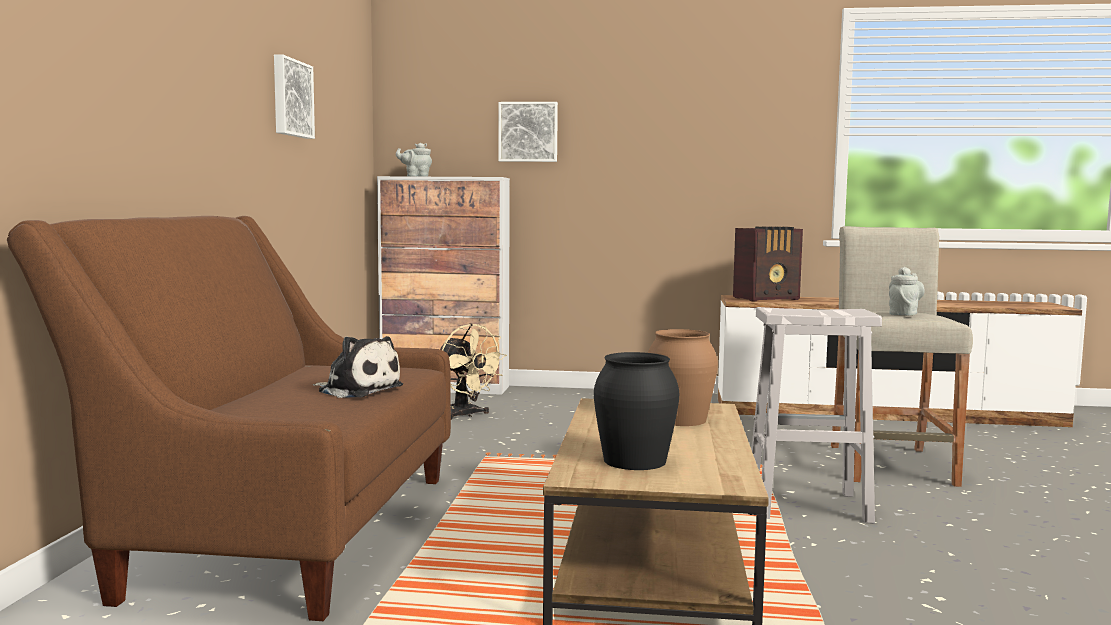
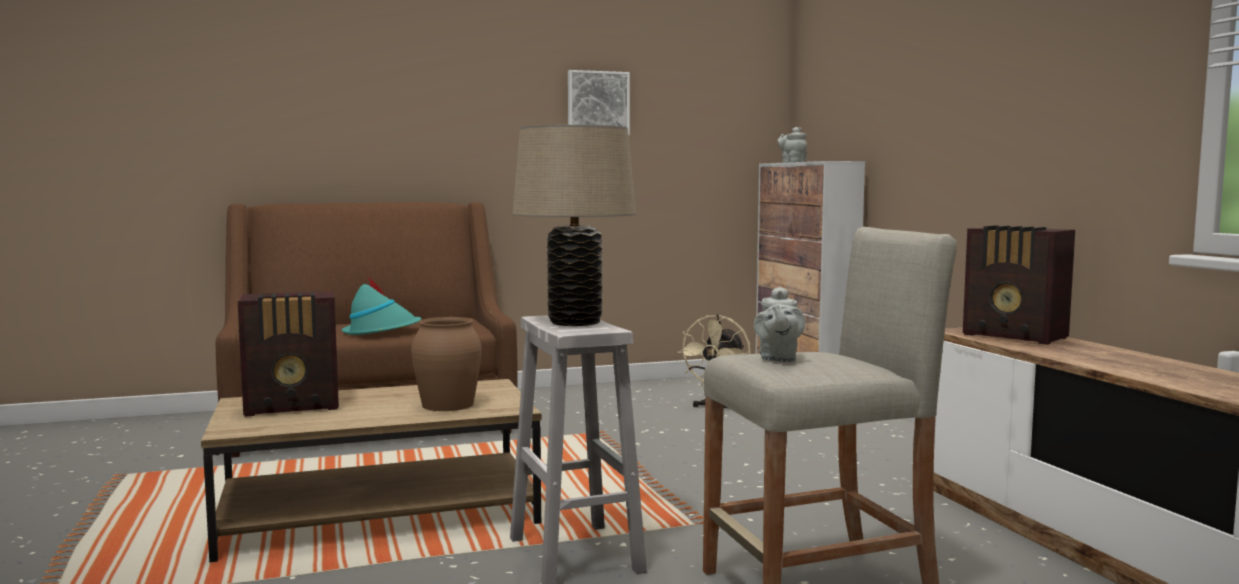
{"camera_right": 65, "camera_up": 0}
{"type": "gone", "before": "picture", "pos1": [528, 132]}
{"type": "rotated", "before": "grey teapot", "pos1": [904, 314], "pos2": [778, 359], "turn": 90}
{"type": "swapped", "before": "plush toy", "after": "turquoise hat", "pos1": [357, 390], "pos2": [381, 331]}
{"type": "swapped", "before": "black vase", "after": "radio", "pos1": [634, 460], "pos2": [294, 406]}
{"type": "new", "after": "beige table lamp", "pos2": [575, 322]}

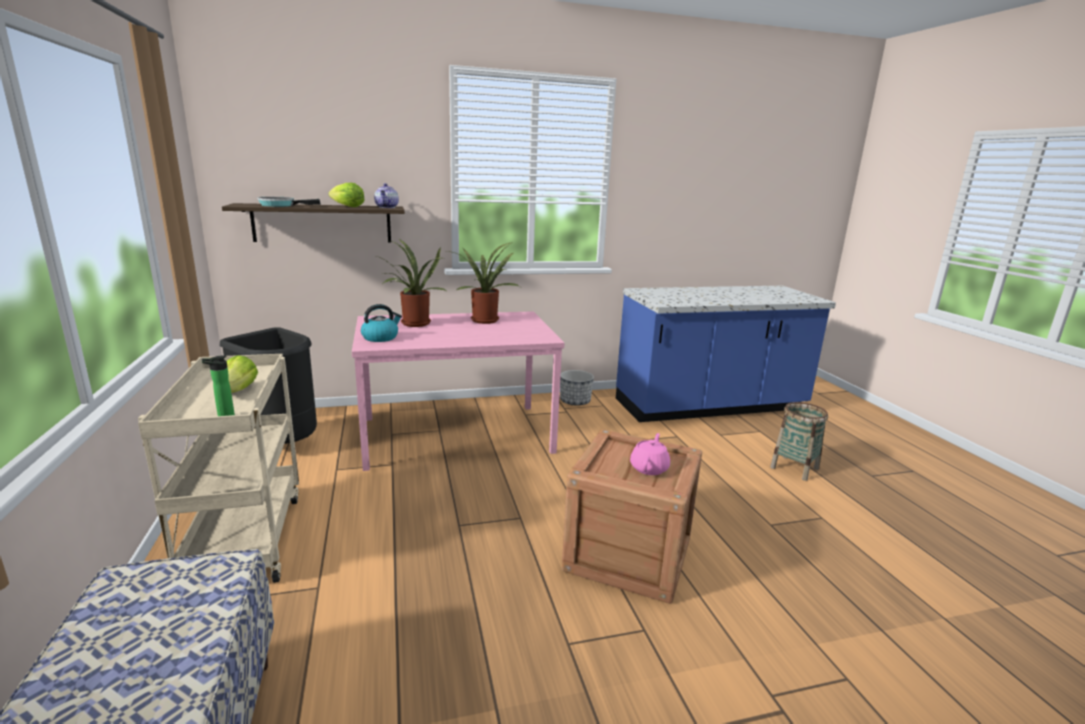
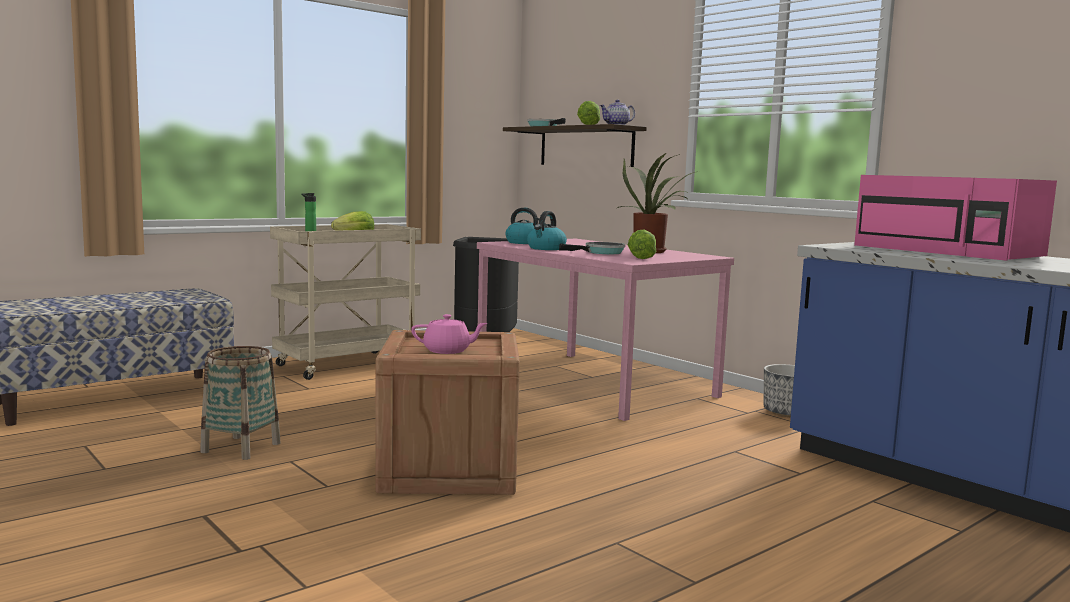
{"camera_right": 65, "camera_up": -10}
{"type": "gone", "before": "potted plant", "pos1": [413, 324]}
{"type": "shifted", "before": "basket", "pos1": [794, 468], "pos2": [241, 448]}
{"type": "new", "after": "pink microwave", "pos2": [949, 251]}
{"type": "new", "after": "kettle", "pos2": [546, 248]}
{"type": "new", "after": "lettuce", "pos2": [641, 258]}
{"type": "new", "after": "frying pan", "pos2": [601, 252]}

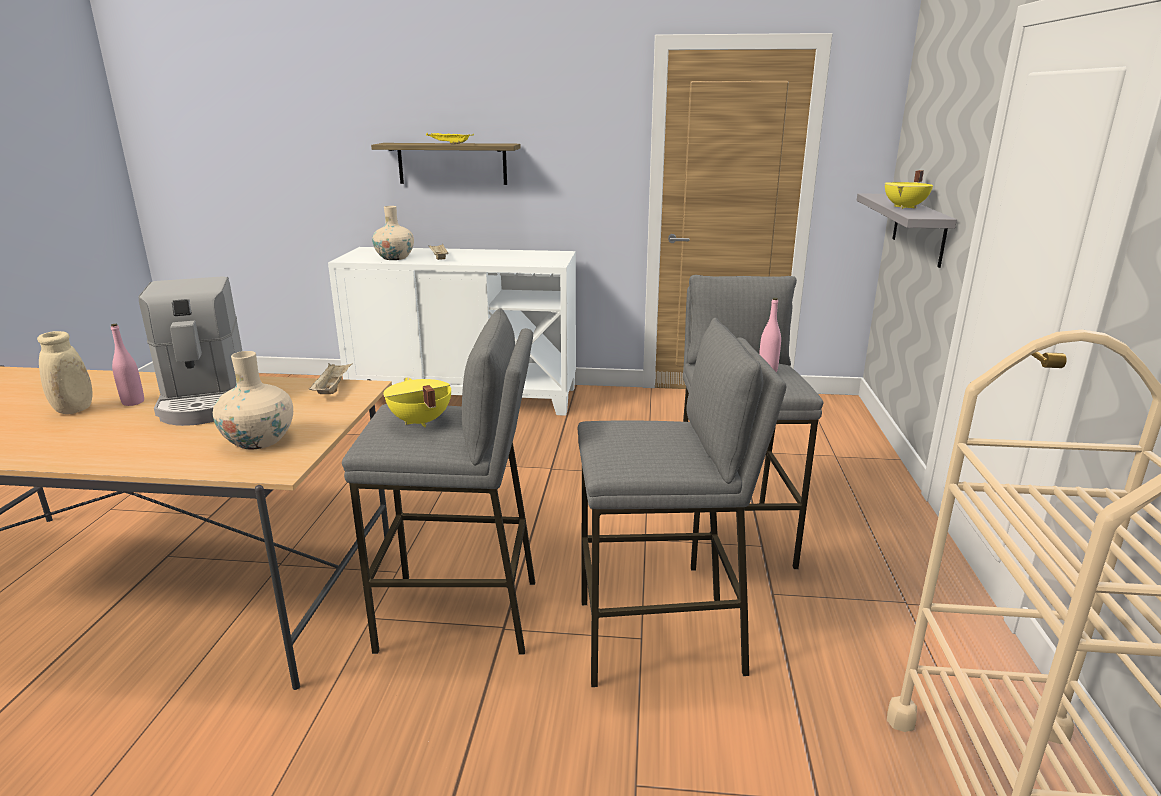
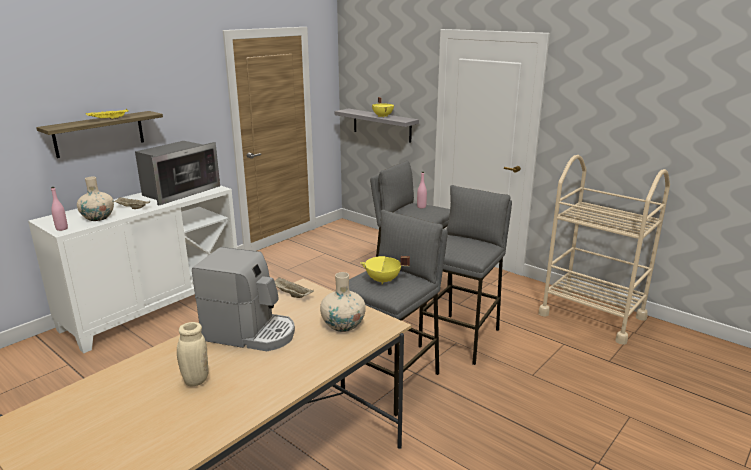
{"camera_right": -55, "camera_up": 0}
{"type": "shifted", "before": "pink bottle", "pos1": [133, 402], "pos2": [62, 229]}
{"type": "new", "after": "microwave", "pos2": [179, 191]}

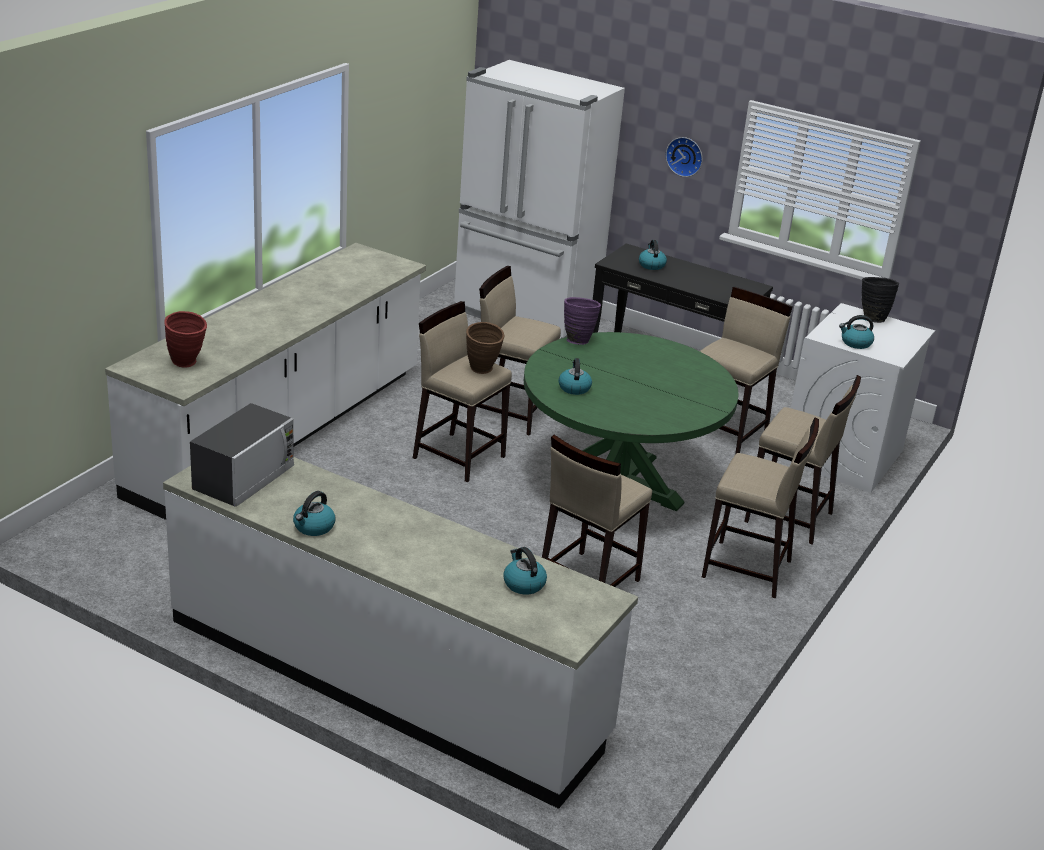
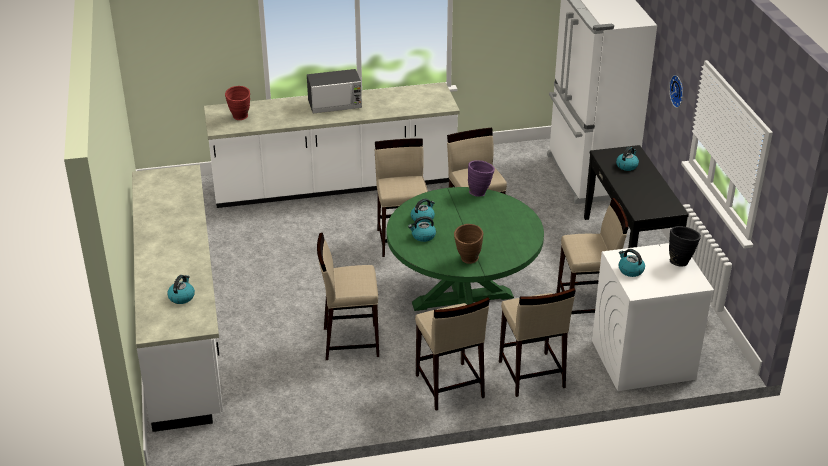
{"camera_right": 50, "camera_up": 5}
{"type": "shifted", "before": "brown vase", "pos1": [483, 371], "pos2": [468, 261]}
{"type": "shifted", "before": "microwave", "pos1": [244, 478], "pos2": [335, 104]}
{"type": "shifted", "before": "kettle", "pos1": [313, 527], "pos2": [423, 236]}

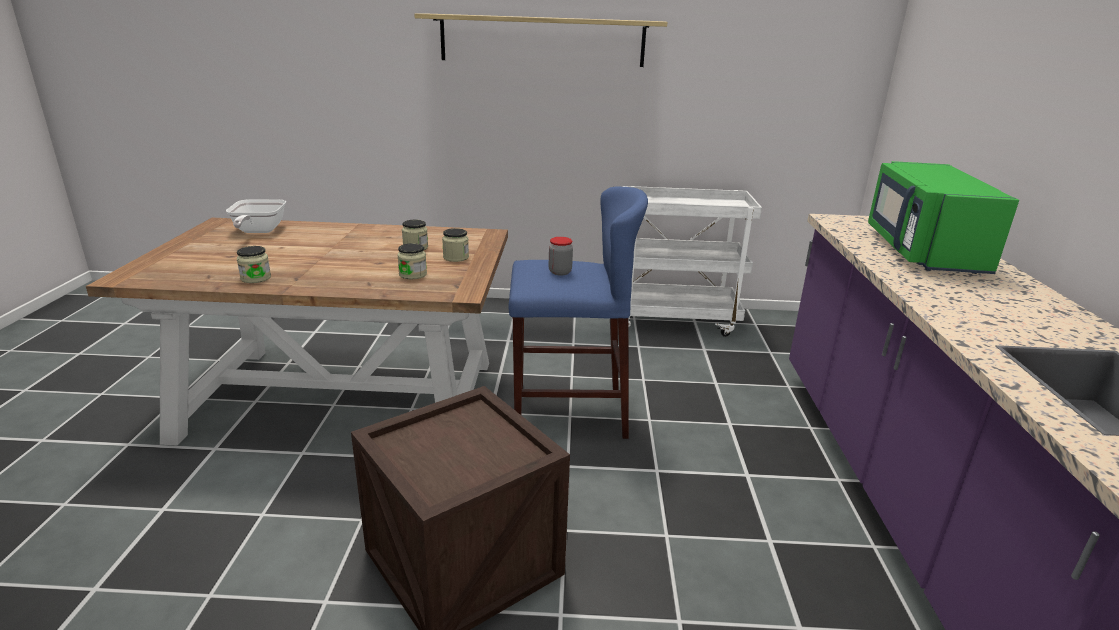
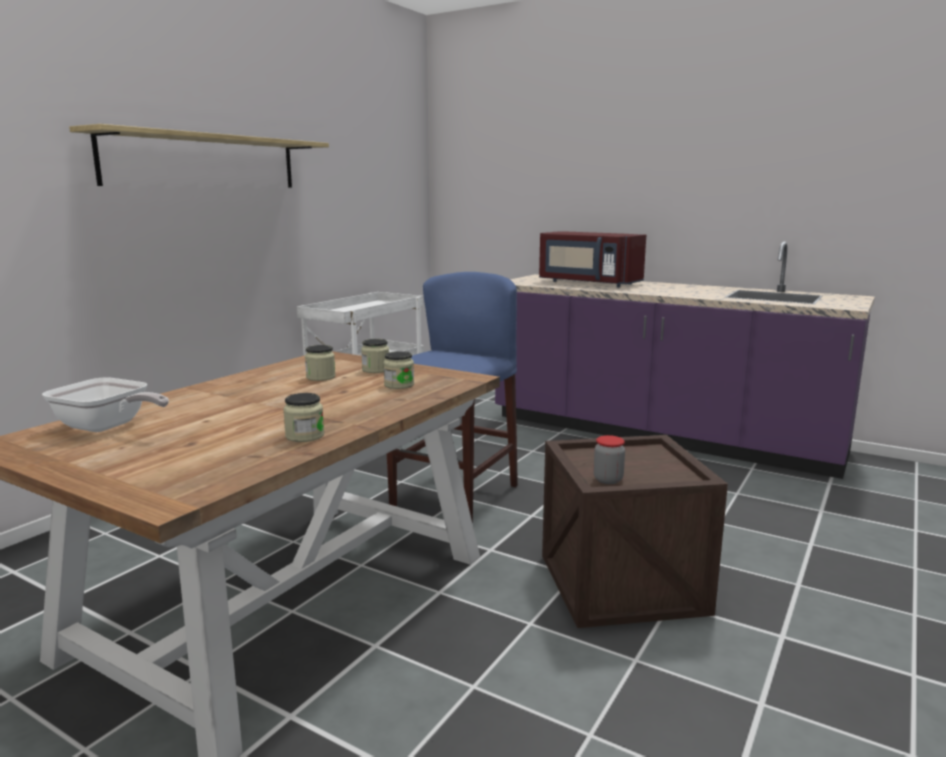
{"camera_right": -60, "camera_up": -10}
{"type": "repainted", "before": "green microwave", "after": "red microwave", "pos1": [921, 251], "pos2": [588, 283]}
{"type": "shifted", "before": "jar", "pos1": [560, 272], "pos2": [608, 480]}

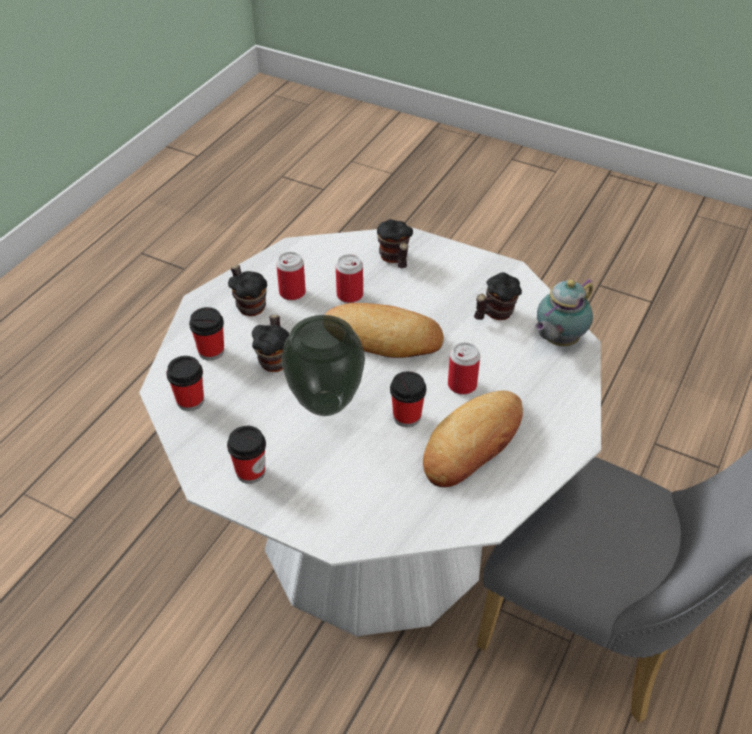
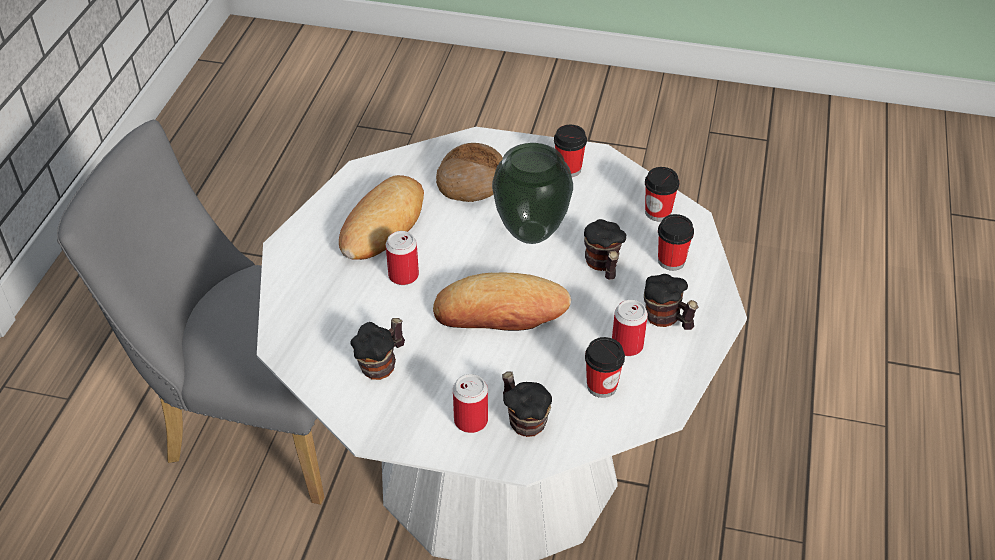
{"camera_right": 165, "camera_up": 0}
{"type": "shifted", "before": "can", "pos1": [350, 295], "pos2": [471, 420]}
{"type": "gone", "before": "teapot", "pos1": [557, 340]}
{"type": "shifted", "before": "cup", "pos1": [407, 417], "pos2": [601, 386]}
{"type": "new", "after": "bread", "pos2": [471, 181]}

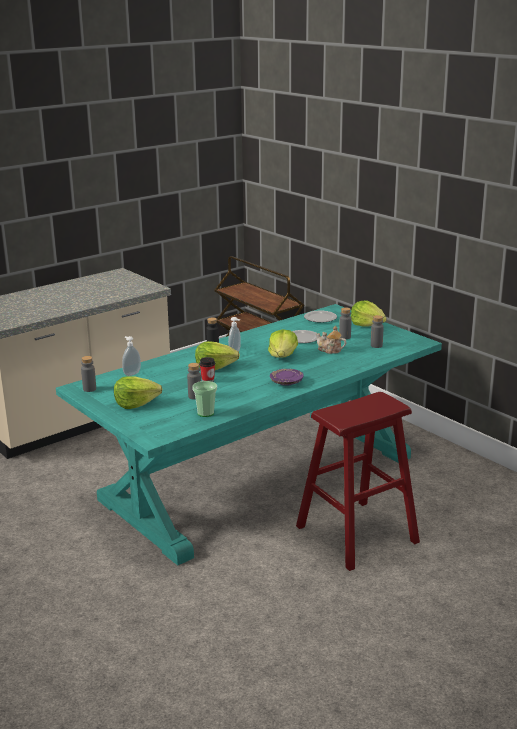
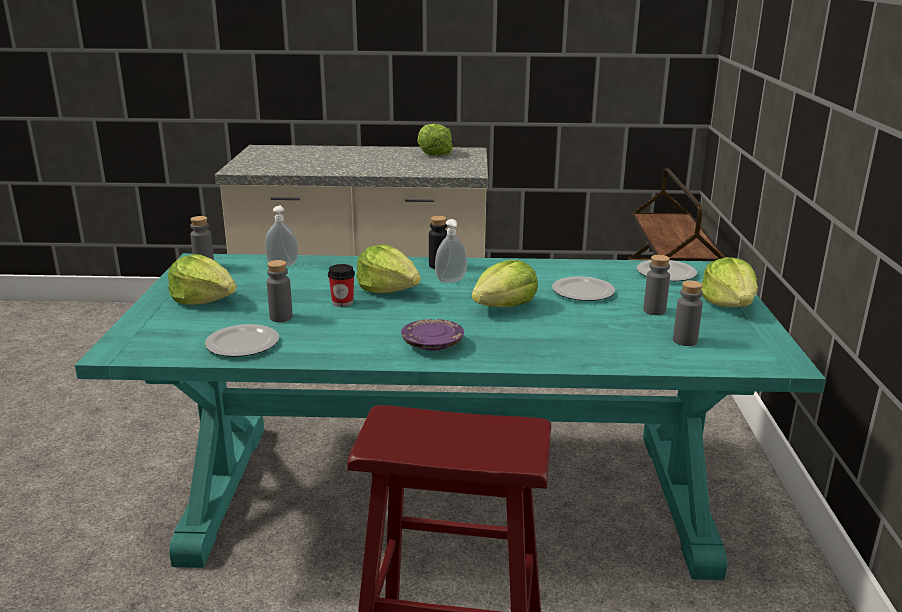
{"camera_right": 40, "camera_up": 0}
{"type": "gone", "before": "teapot", "pos1": [330, 350]}
{"type": "swapped", "before": "cup", "after": "plate", "pos1": [205, 413], "pos2": [242, 344]}
{"type": "new", "after": "lettuce", "pos2": [433, 153]}

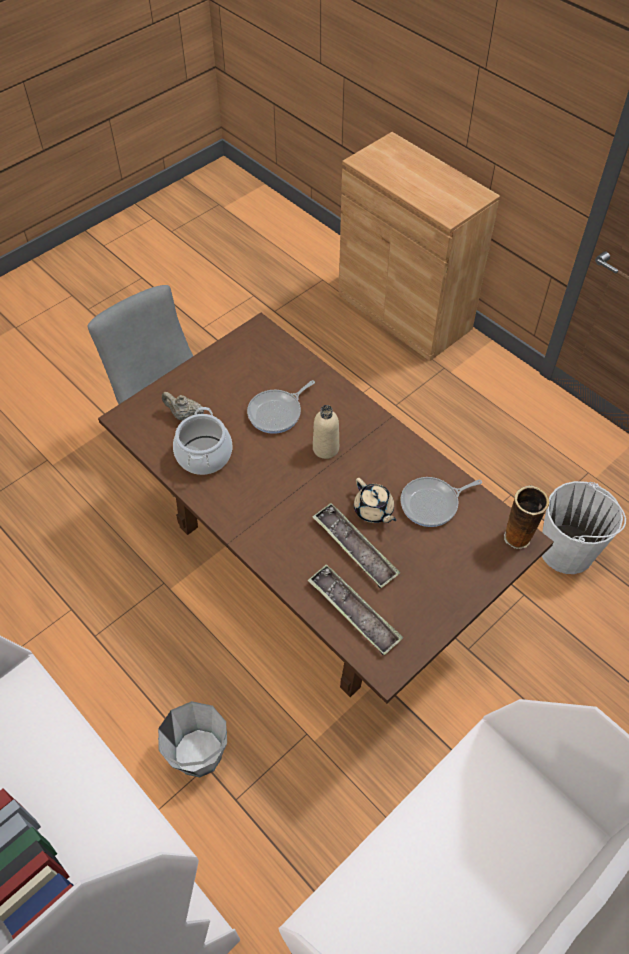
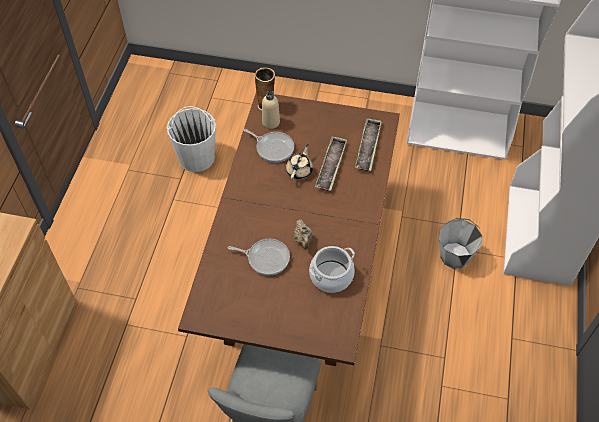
{"camera_right": -125, "camera_up": 0}
{"type": "shifted", "before": "beige teapot", "pos1": [184, 415], "pos2": [303, 240]}
{"type": "shifted", "before": "beige bottle", "pos1": [325, 448], "pos2": [271, 122]}

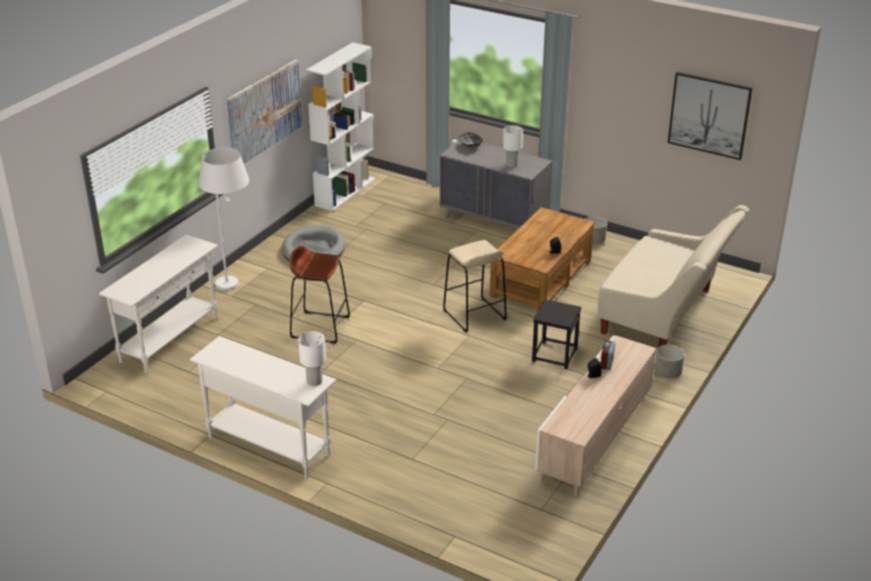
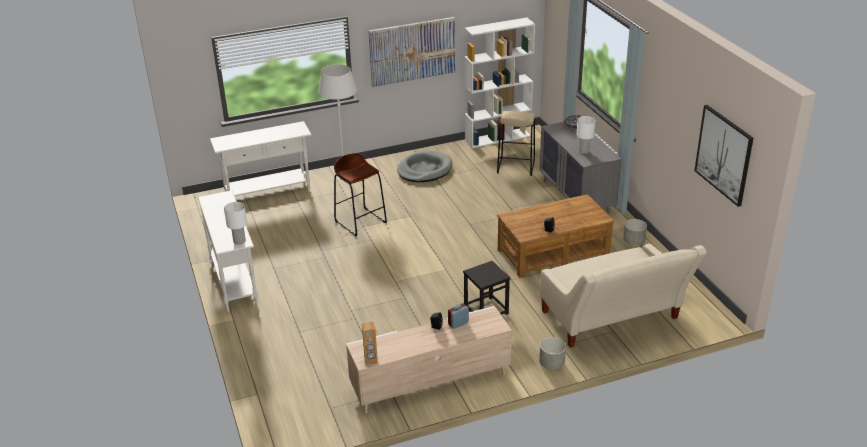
{"camera_right": 40, "camera_up": 0}
{"type": "shifted", "before": "beige stool", "pos1": [474, 315], "pos2": [515, 166]}
{"type": "new", "after": "brown speaker", "pos2": [371, 360]}

